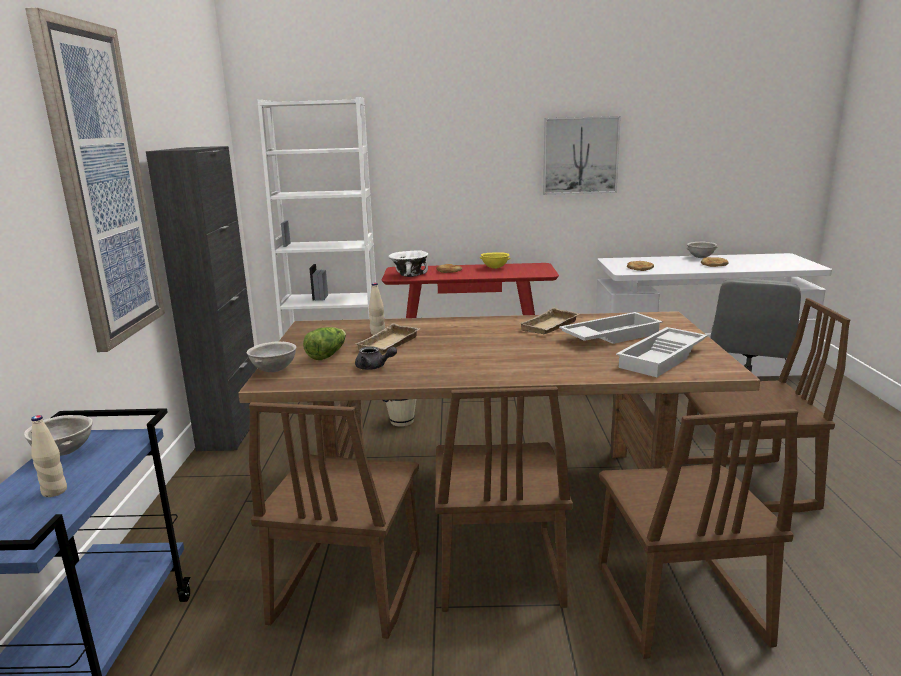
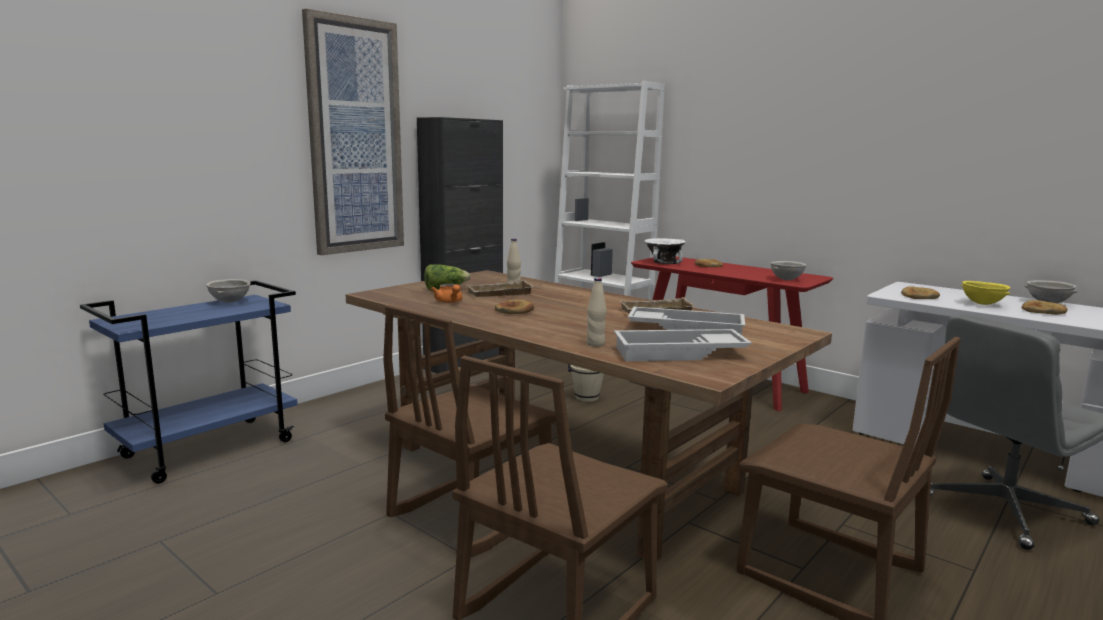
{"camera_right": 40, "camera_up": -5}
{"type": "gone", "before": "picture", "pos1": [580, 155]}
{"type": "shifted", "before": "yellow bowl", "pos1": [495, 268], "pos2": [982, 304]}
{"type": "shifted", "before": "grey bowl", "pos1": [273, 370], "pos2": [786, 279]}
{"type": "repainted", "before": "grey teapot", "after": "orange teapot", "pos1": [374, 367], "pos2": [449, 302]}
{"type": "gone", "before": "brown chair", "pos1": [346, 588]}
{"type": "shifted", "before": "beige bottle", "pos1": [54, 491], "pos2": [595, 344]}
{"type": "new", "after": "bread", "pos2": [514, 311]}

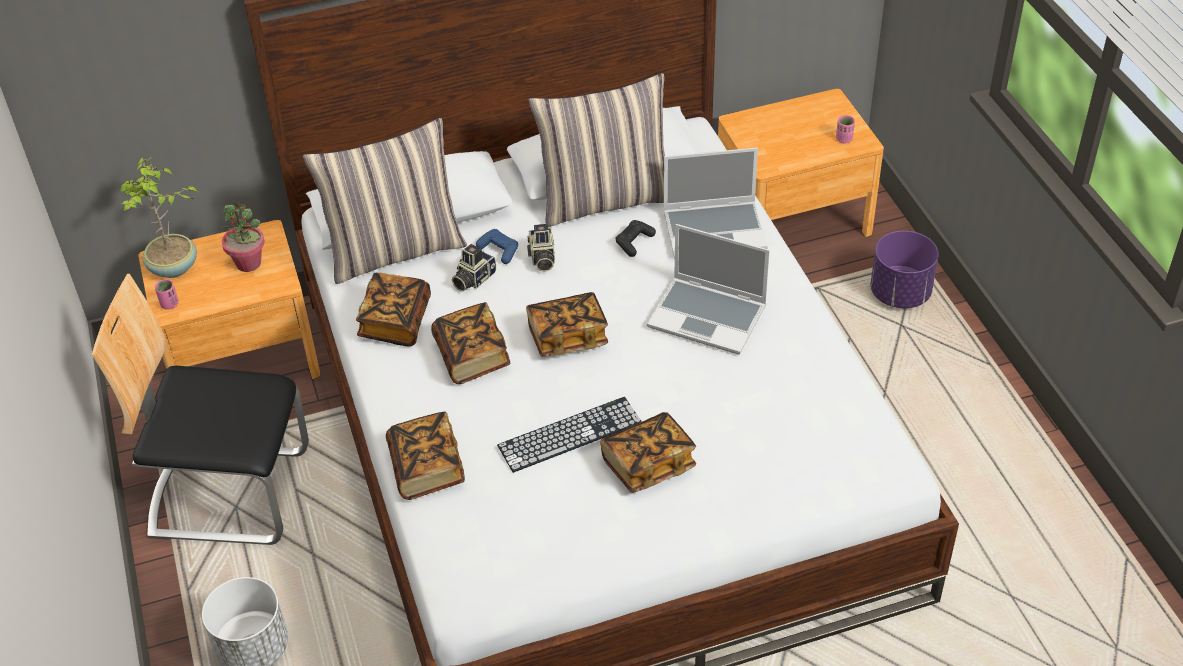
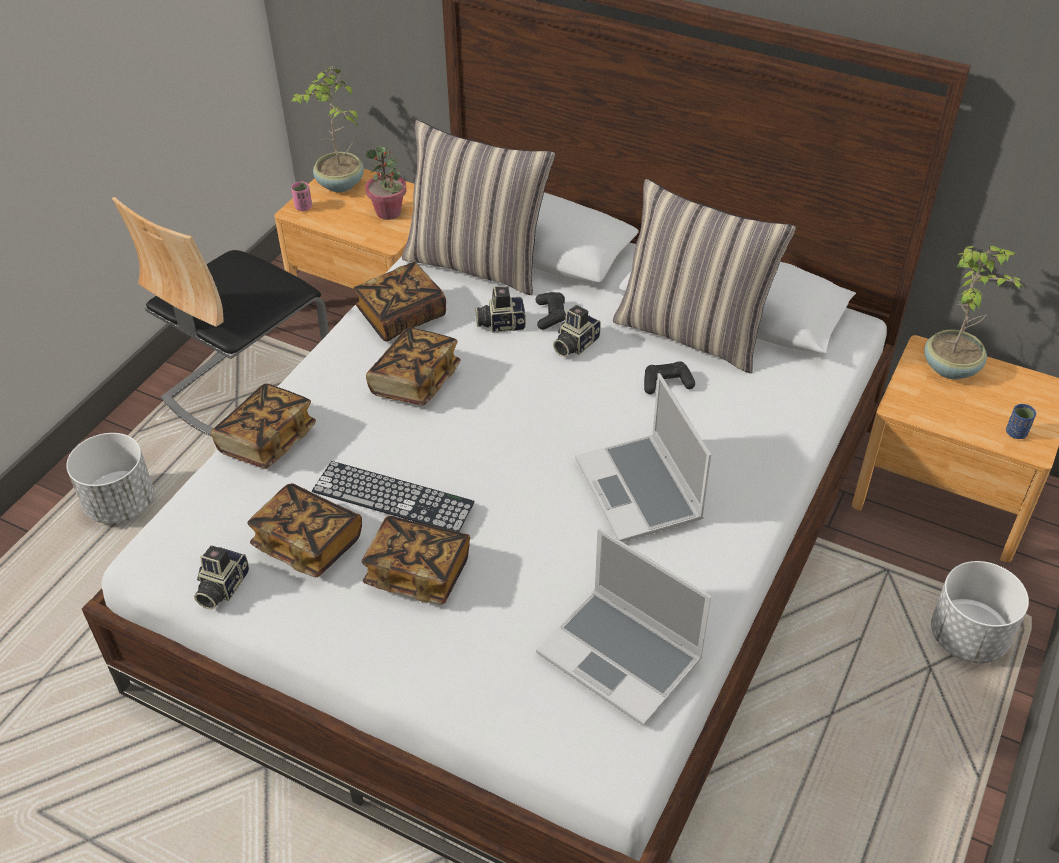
{"camera_right": 45, "camera_up": 0}
{"type": "repainted", "before": "pink cup", "after": "blue cup", "pos1": [844, 139], "pos2": [1016, 433]}
{"type": "shifted", "before": "laptop", "pos1": [715, 230], "pos2": [622, 657]}
{"type": "repainted", "before": "blue game controller", "after": "black game controller", "pos1": [499, 250], "pos2": [550, 315]}
{"type": "repainted", "before": "purple planter", "after": "white planter", "pos1": [899, 294], "pos2": [967, 637]}
{"type": "rotated", "before": "chair", "pos1": [230, 492], "pos2": [246, 386], "turn": -105}
{"type": "shifted", "before": "book", "pos1": [567, 337], "pos2": [308, 543]}
{"type": "new", "after": "potted plant", "pos2": [952, 367]}
{"type": "new", "after": "photo camera", "pos2": [221, 587]}

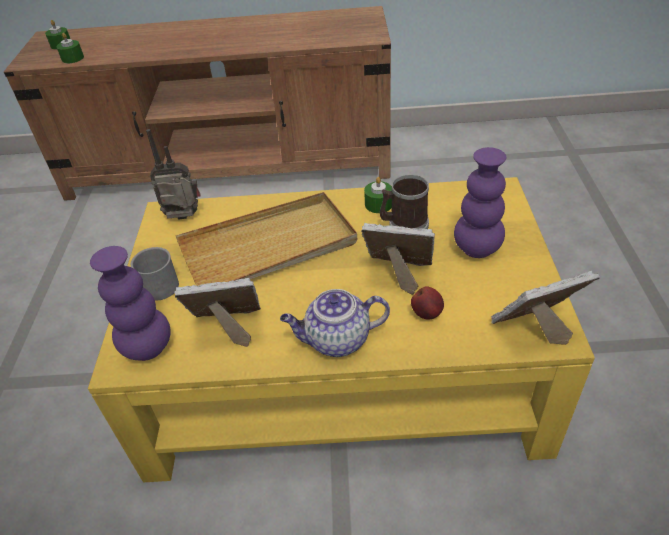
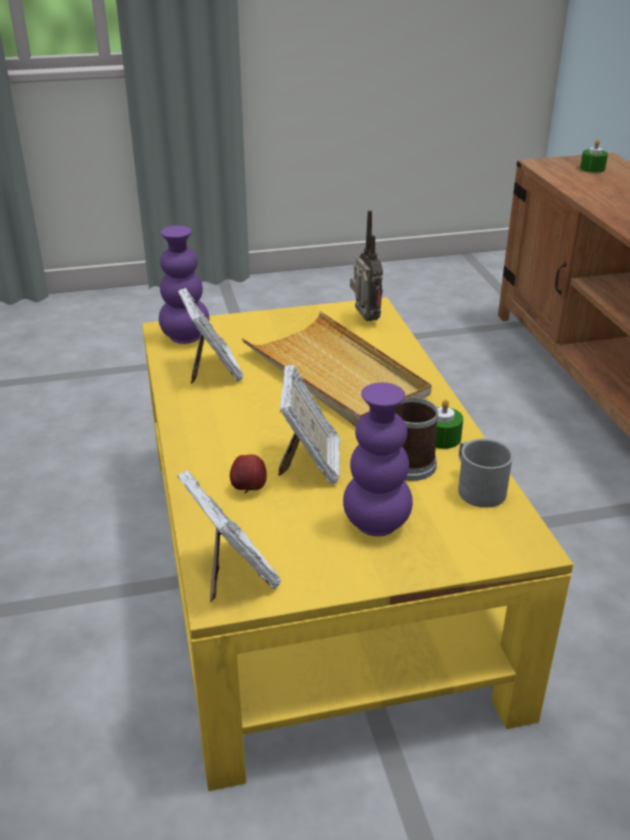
{"camera_right": 75, "camera_up": -10}
{"type": "gone", "before": "green candle", "pos1": [72, 58]}
{"type": "shifted", "before": "grey mug", "pos1": [154, 289], "pos2": [477, 488]}
{"type": "gone", "before": "teapot", "pos1": [336, 341]}

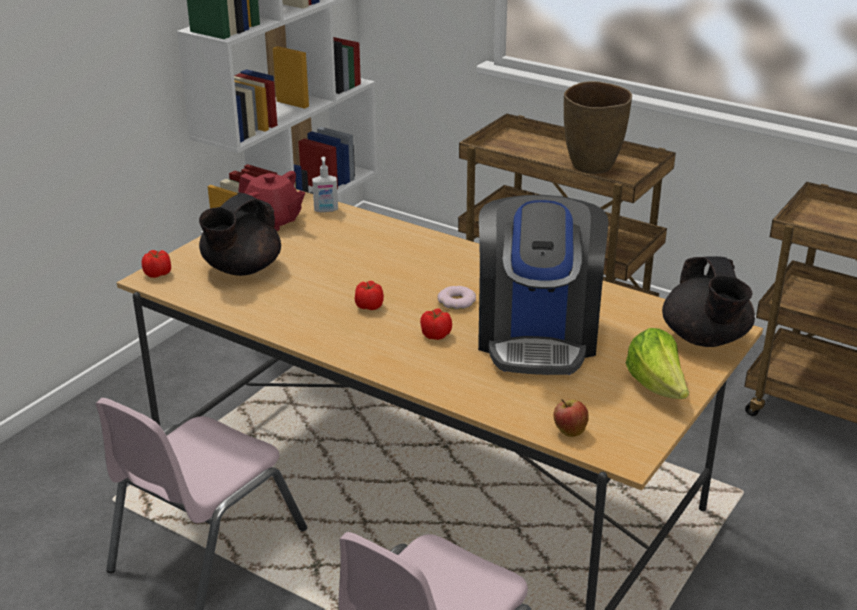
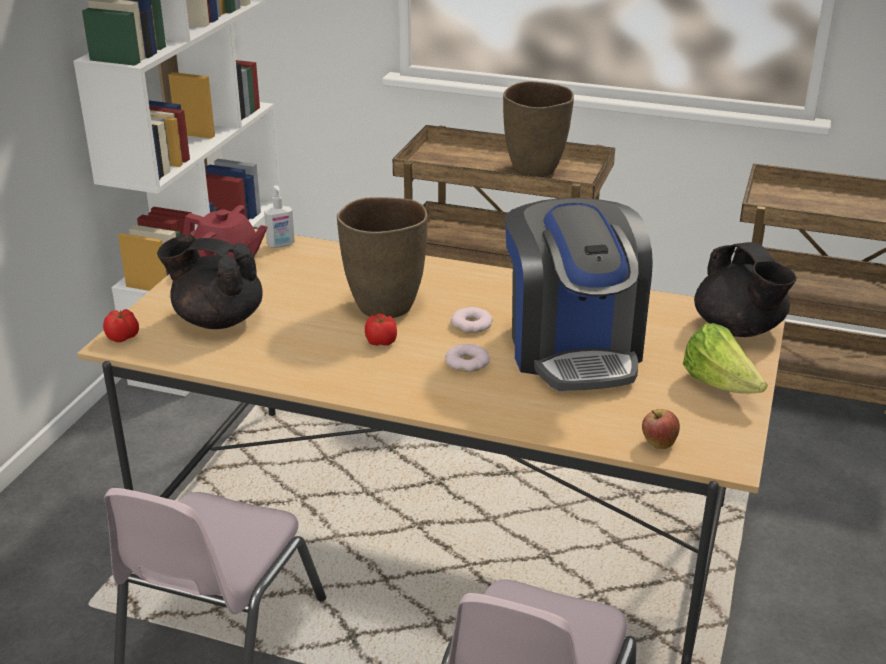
{"camera_right": -15, "camera_up": 0}
{"type": "rotated", "before": "black teapot", "pos1": [241, 269], "pos2": [217, 319], "turn": 90}
{"type": "swapped", "before": "tomato", "after": "donut", "pos1": [435, 335], "pos2": [467, 362]}
{"type": "new", "after": "brown vase", "pos2": [384, 306]}

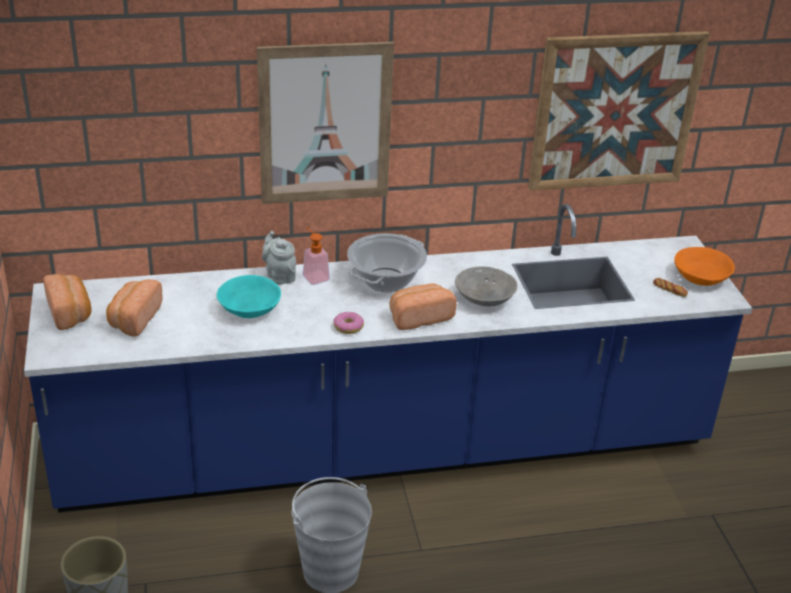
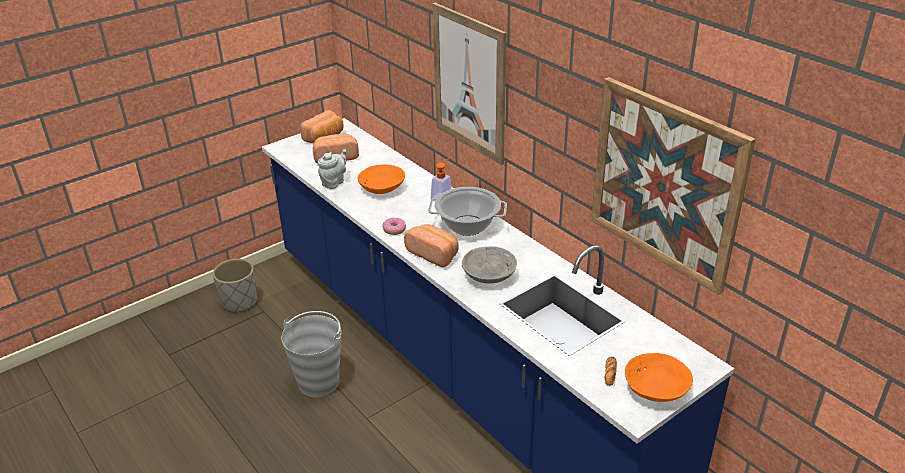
{"camera_right": 65, "camera_up": 0}
{"type": "shifted", "before": "grey teapot", "pos1": [279, 275], "pos2": [334, 182]}
{"type": "repainted", "before": "turquoise bowl", "after": "orange bowl", "pos1": [249, 308], "pos2": [382, 188]}

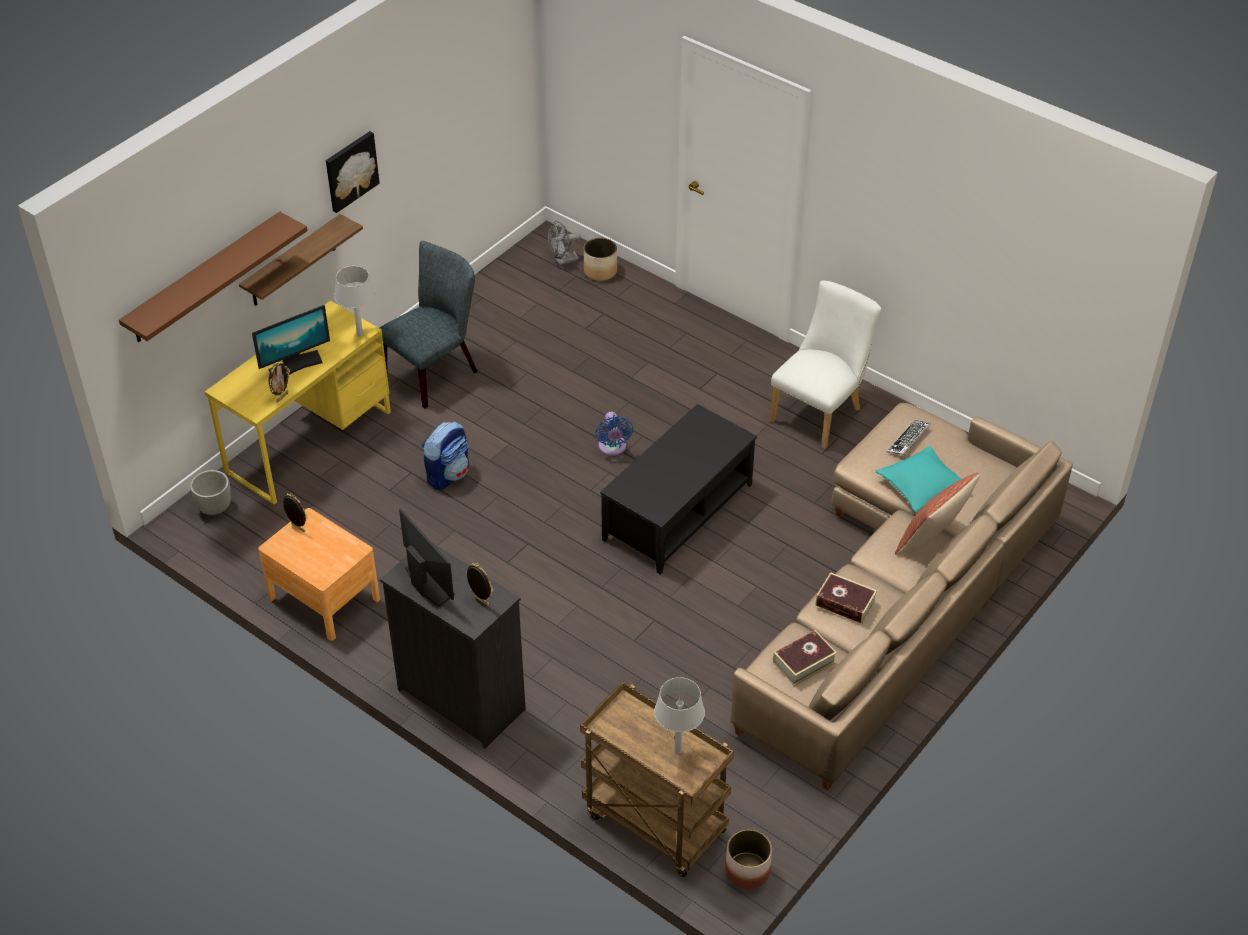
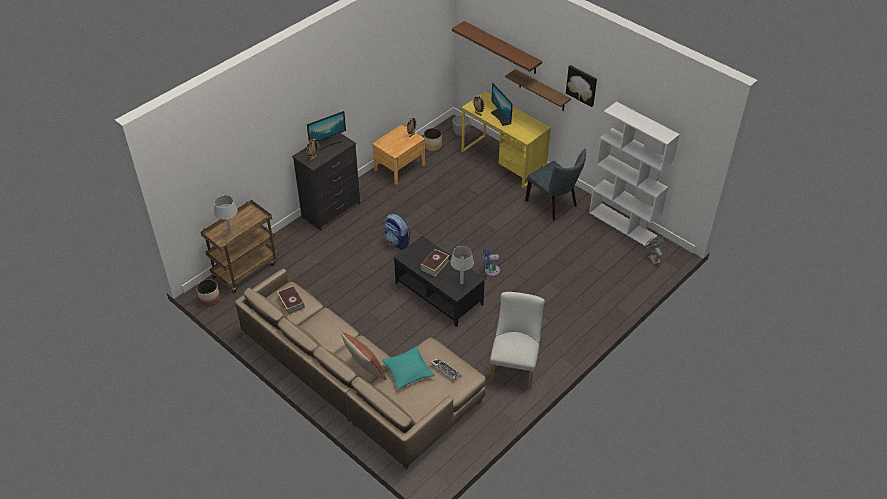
{"camera_right": 95, "camera_up": 0}
{"type": "shifted", "before": "planter", "pos1": [600, 271], "pos2": [433, 146]}
{"type": "shifted", "before": "grey table lamp", "pos1": [360, 334], "pos2": [462, 283]}
{"type": "rotated", "before": "white chair", "pos1": [820, 412], "pos2": [514, 366], "turn": -120}
{"type": "shifted", "before": "backpack", "pos1": [448, 474], "pos2": [397, 242]}
{"type": "shifted", "before": "book", "pos1": [845, 603], "pos2": [434, 265]}
{"type": "new", "after": "white bookcase", "pos2": [623, 224]}

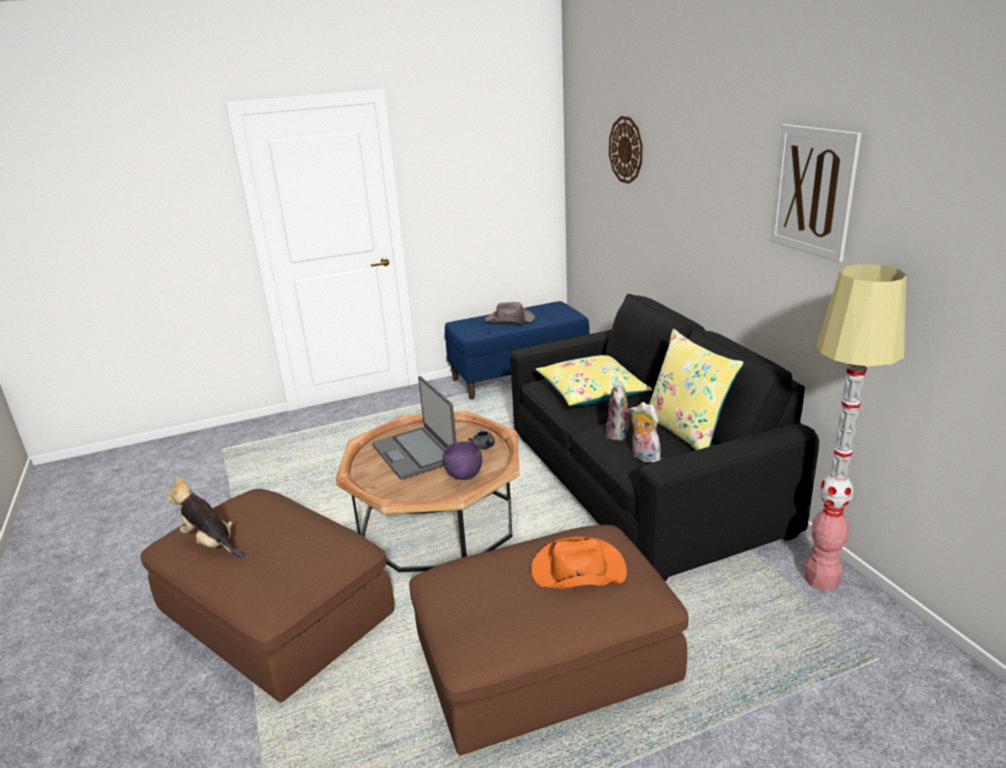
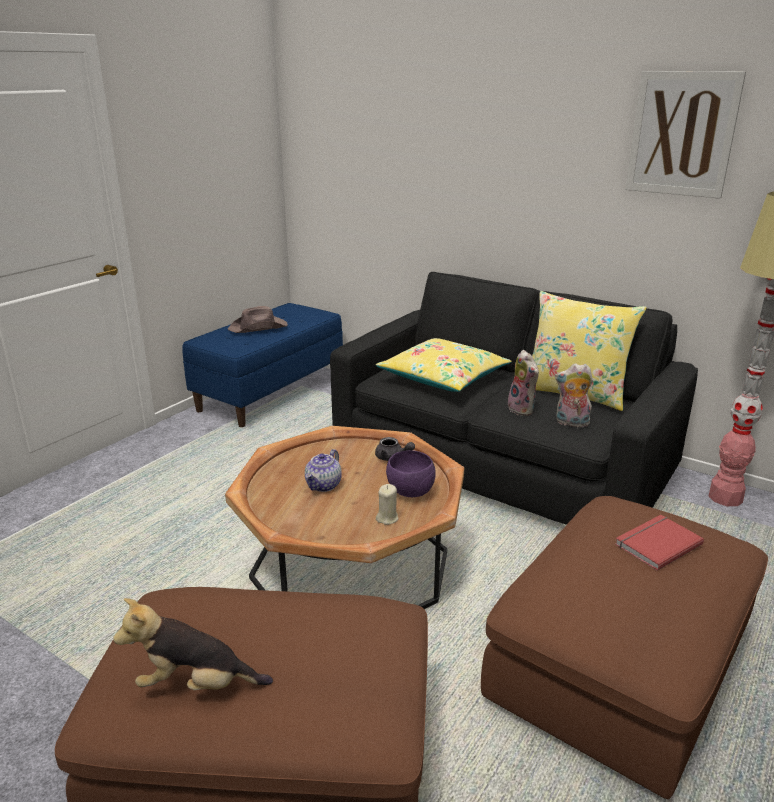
{"camera_right": -35, "camera_up": 0}
{"type": "gone", "before": "wall clock", "pos1": [626, 150]}
{"type": "swapped", "before": "laptop", "after": "teapot", "pos1": [415, 453], "pos2": [324, 485]}
{"type": "swapped", "before": "orange hat", "after": "red book", "pos1": [577, 570], "pos2": [656, 543]}
{"type": "new", "after": "beige candle", "pos2": [387, 518]}

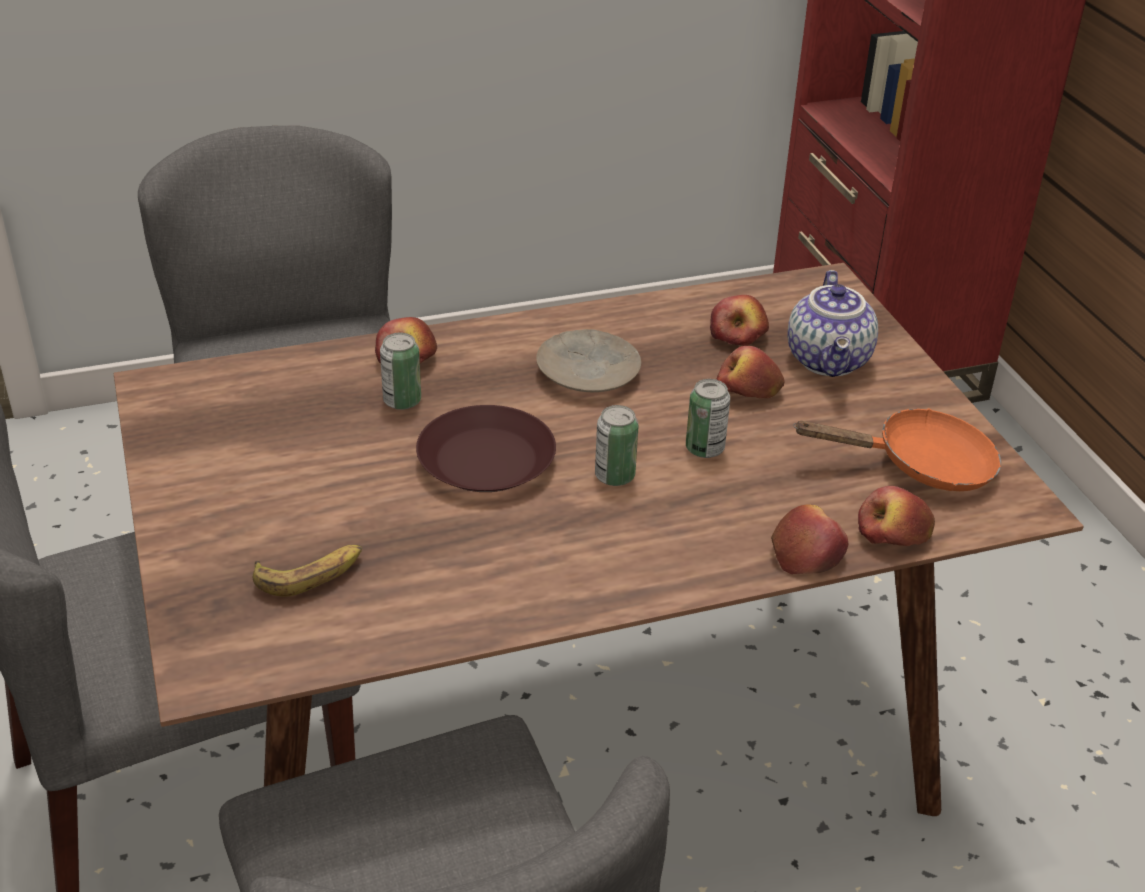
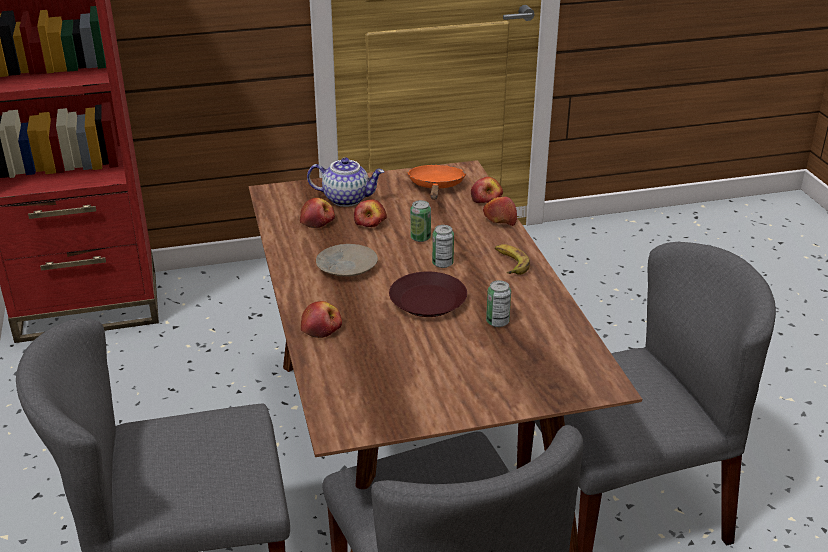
{"camera_right": -85, "camera_up": -5}
{"type": "shifted", "before": "can", "pos1": [402, 401], "pos2": [497, 322]}
{"type": "shifted", "before": "banana", "pos1": [310, 574], "pos2": [510, 263]}

